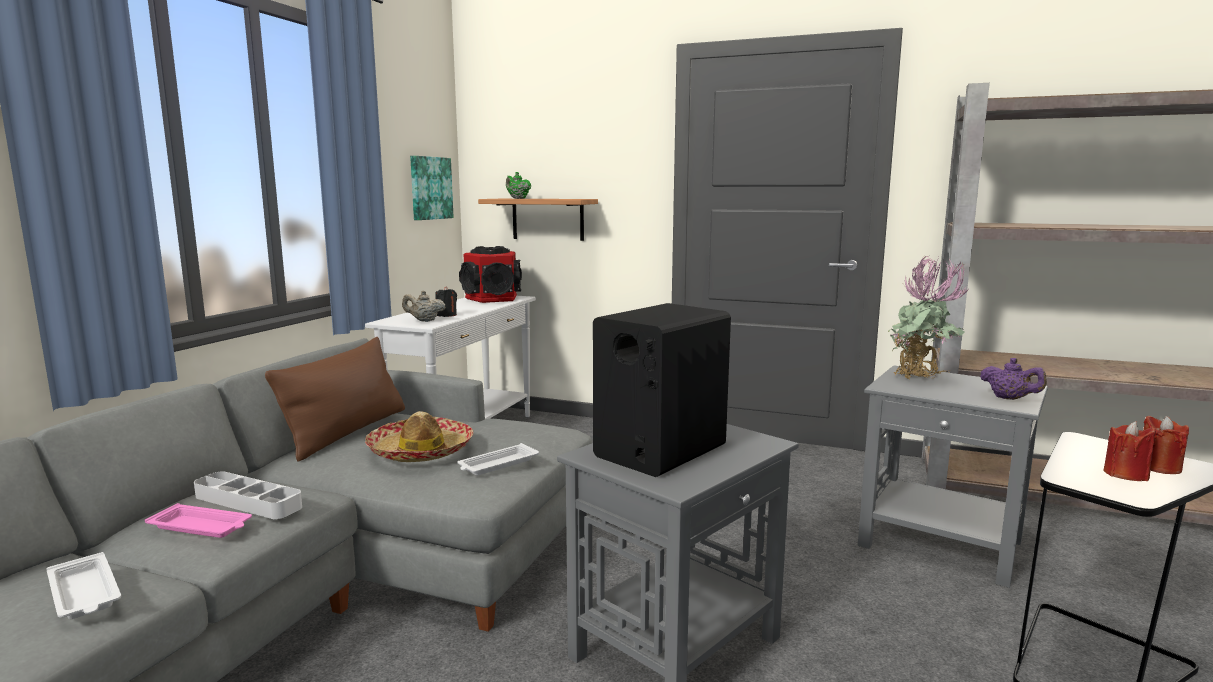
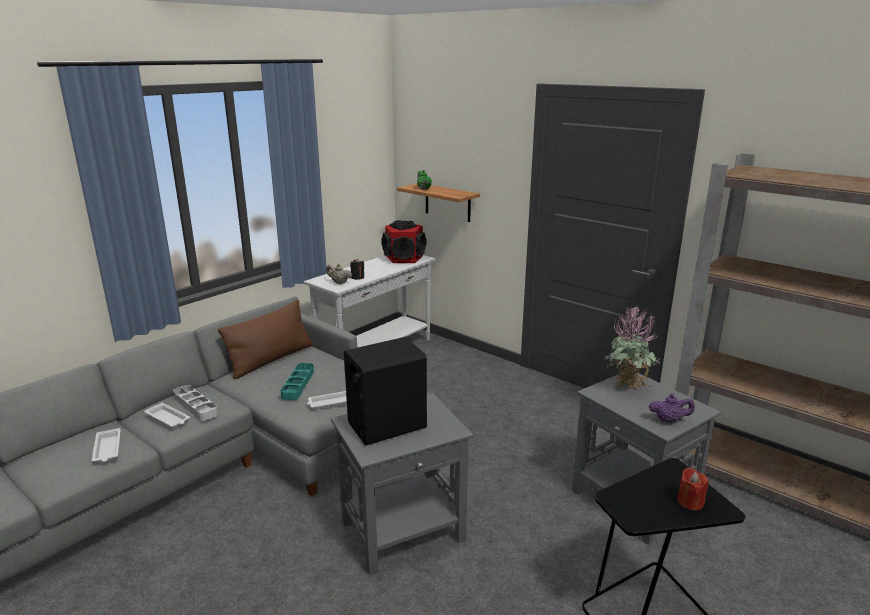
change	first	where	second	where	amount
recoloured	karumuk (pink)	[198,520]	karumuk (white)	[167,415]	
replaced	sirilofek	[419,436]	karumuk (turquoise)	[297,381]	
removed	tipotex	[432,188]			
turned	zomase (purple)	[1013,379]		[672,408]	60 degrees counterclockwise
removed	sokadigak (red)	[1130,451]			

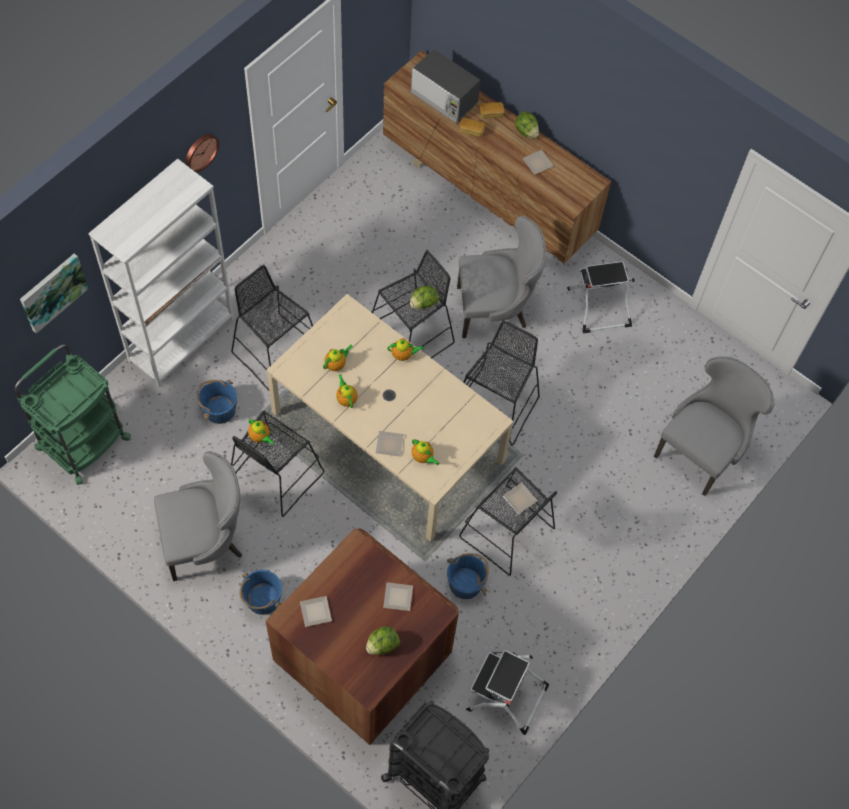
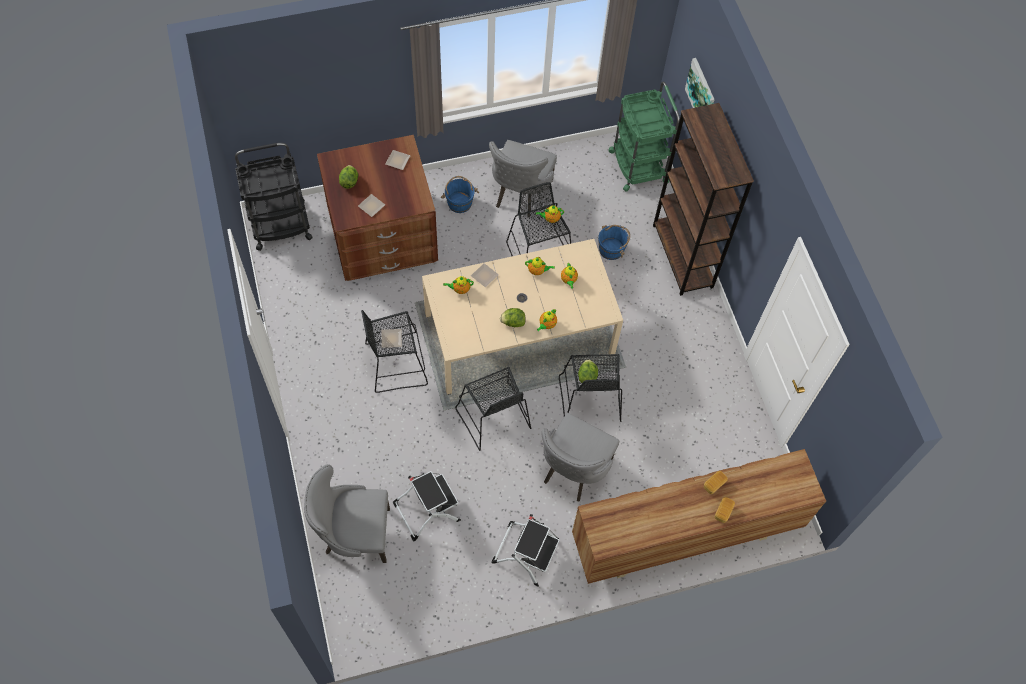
change	first	where	second	where	amount
recoloured	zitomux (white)	[161,273]	zitomux (brown)	[703,199]	
removed	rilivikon	[202,153]			
removed	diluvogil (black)	[272,328]			
removed	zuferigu	[445,86]			
removed	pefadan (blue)	[468,576]			
moved	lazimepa	[507,692]		[427,506]	
moved	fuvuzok	[527,124]		[513,317]	
removed	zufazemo	[538,162]			
turned	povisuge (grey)	[714,426]		[347,513]	105 degrees clockwise

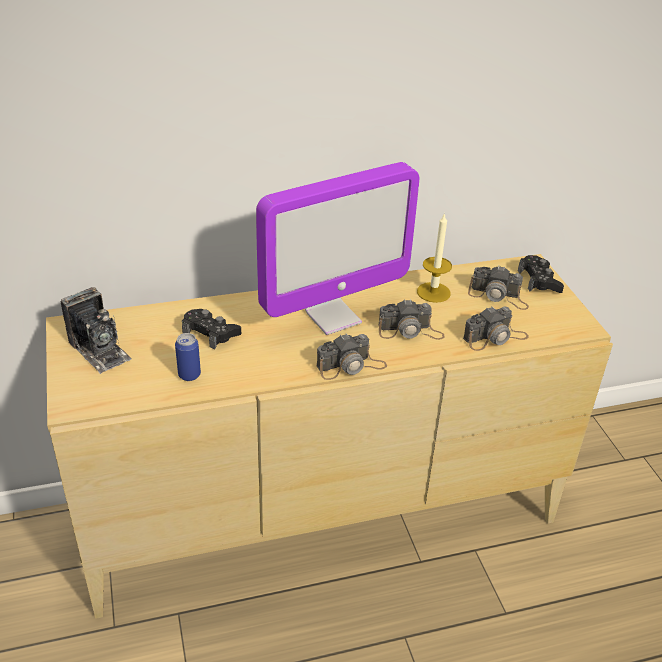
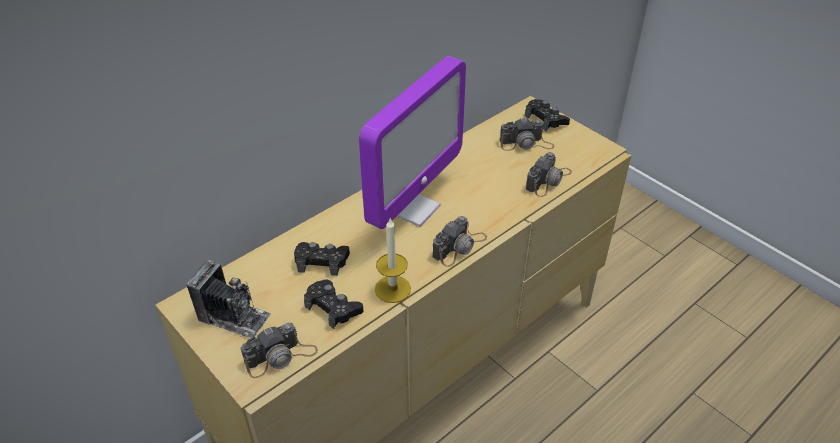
change	first	where	second	where	amount
replaced	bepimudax	[188,357]	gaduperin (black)	[333,304]	
moved	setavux	[411,319]		[279,350]	
moved	sokadigak	[434,258]		[393,260]	

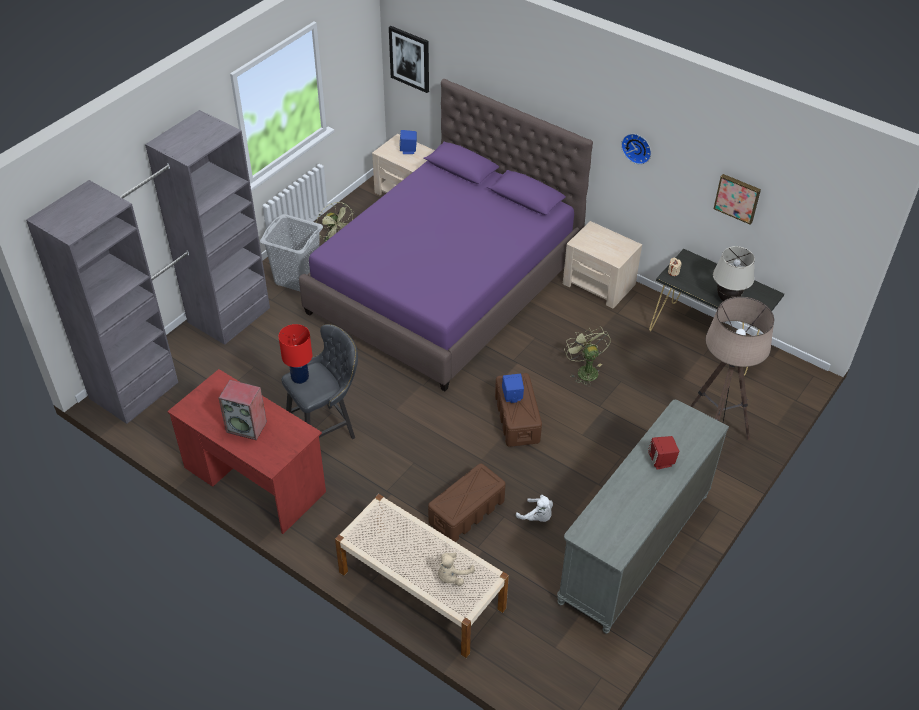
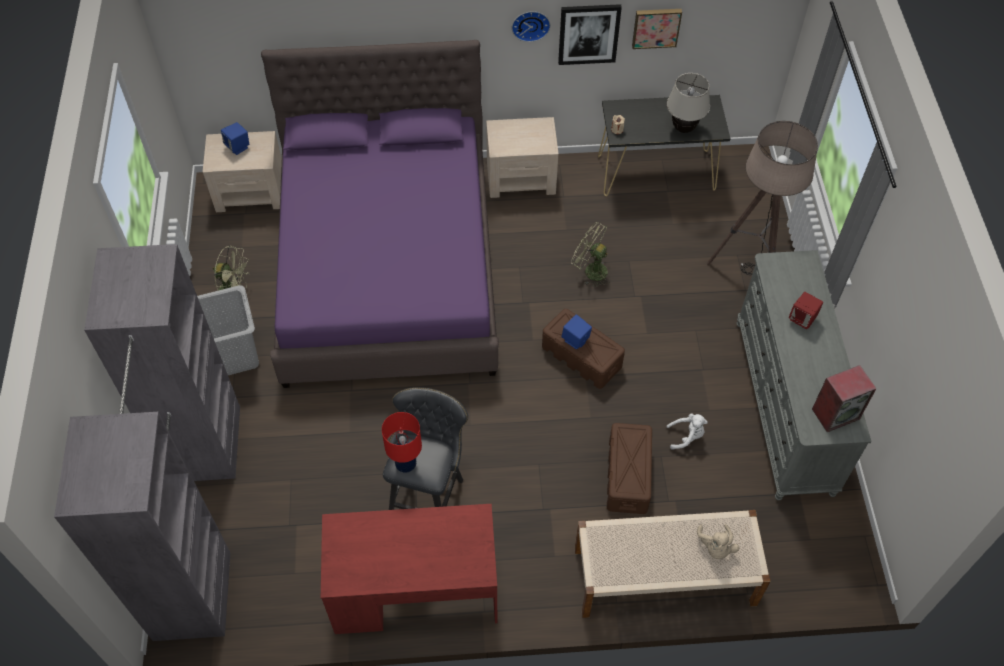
change	first	where	second	where	amount
moved	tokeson	[242,410]		[844,398]	
moved	tipotex	[409,59]		[590,34]	

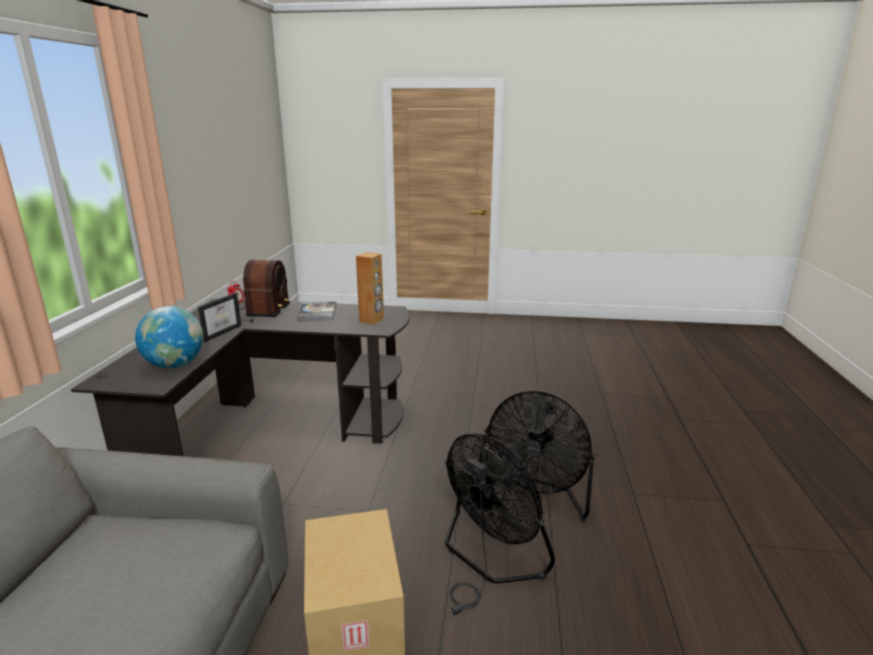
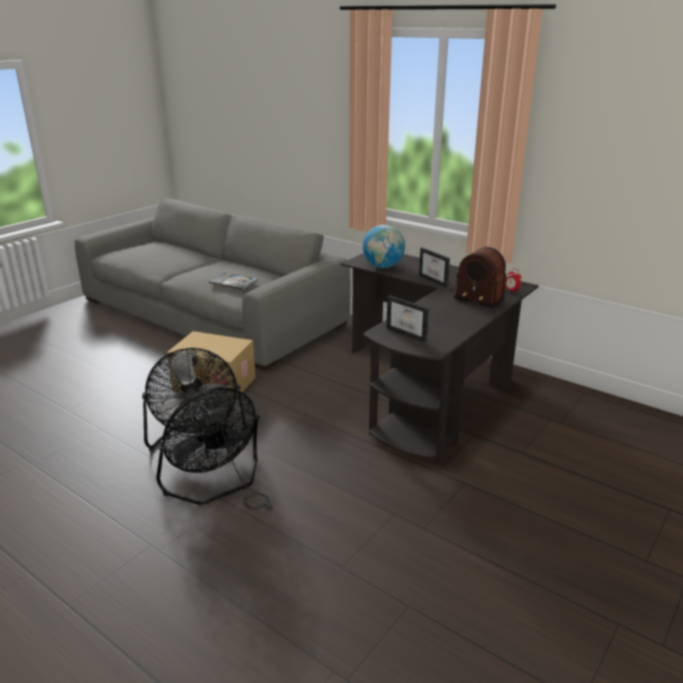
change	first	where	second	where	amount
moved	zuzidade	[316,311]		[233,281]	
replaced	tokeson (brown)	[370,288]	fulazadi	[407,318]	

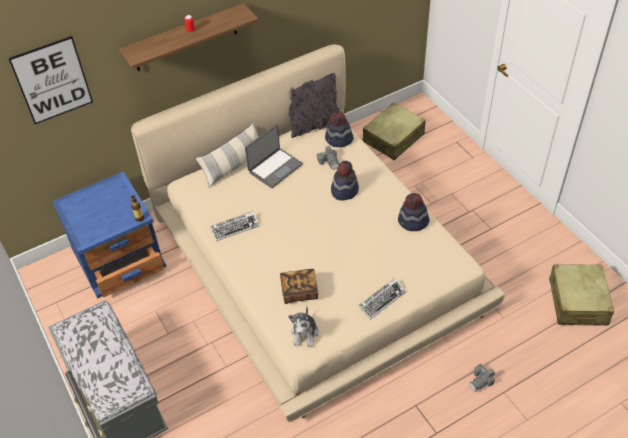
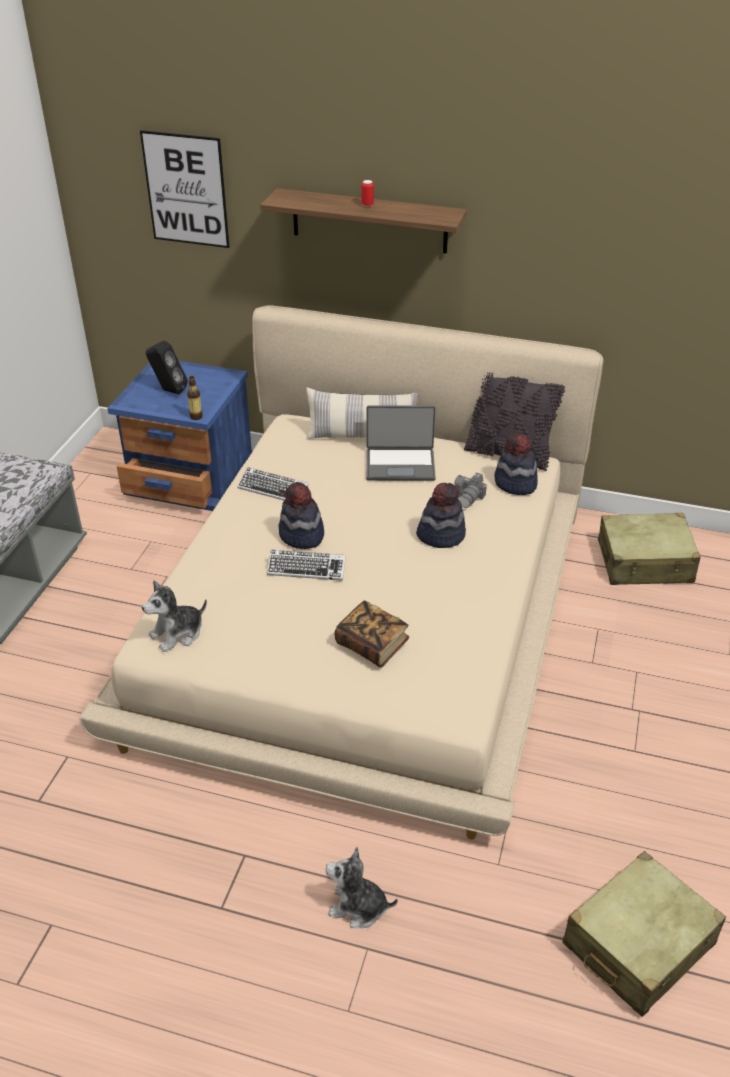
change	first	where	second	where	amount
moved	zuzidade	[299,286]		[371,633]	
moved	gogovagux	[382,299]		[306,565]	
moved	sirilofek	[414,212]		[301,515]	
replaced	setavux	[482,378]	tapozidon	[361,887]	
added			tokeson (black)	[167,367]	

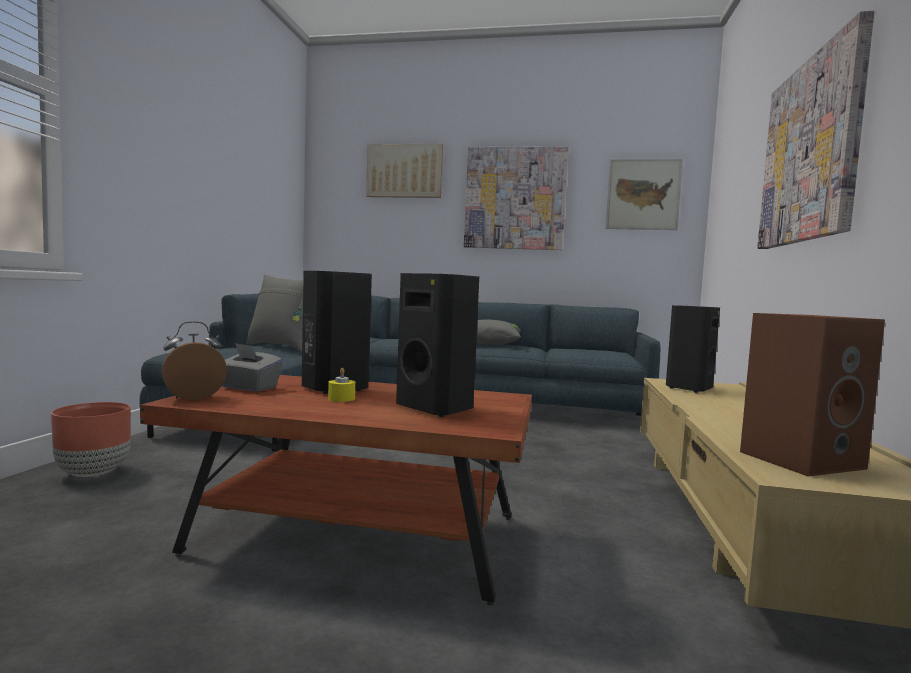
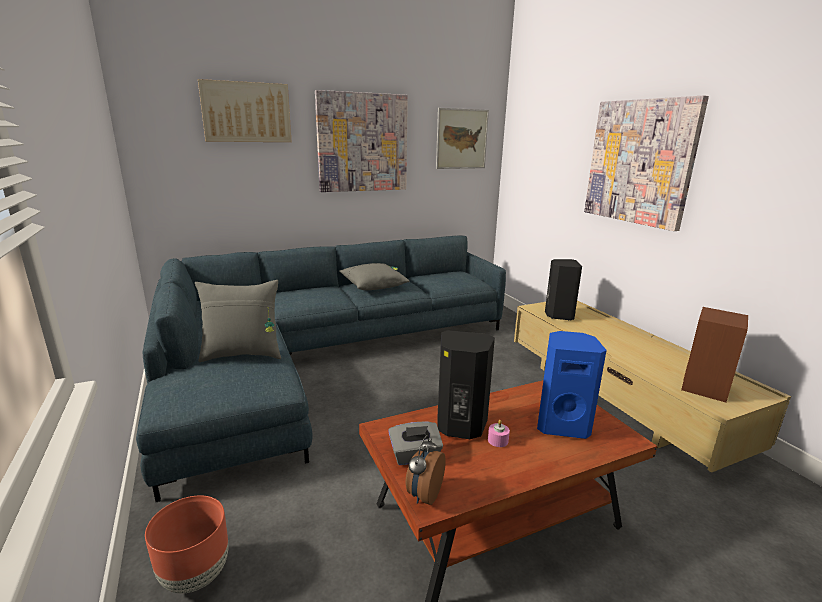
change	first	where	second	where	amount
recoloured	sokadigak (yellow)	[341,385]	sokadigak (pink)	[499,433]	
recoloured	tokeson (black)	[437,345]	tokeson (blue)	[572,385]	

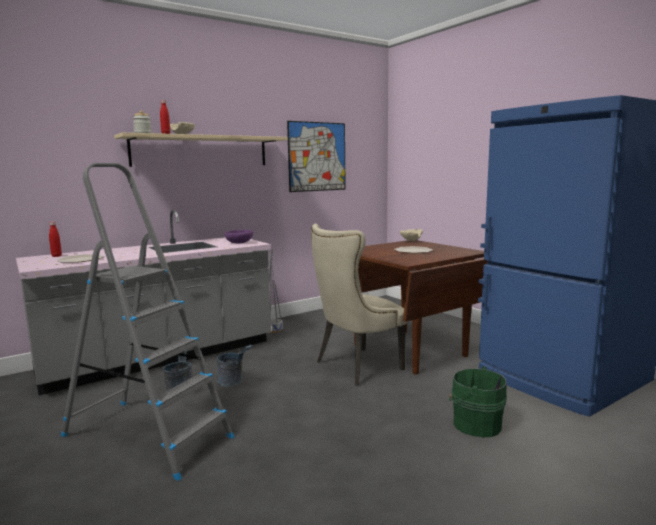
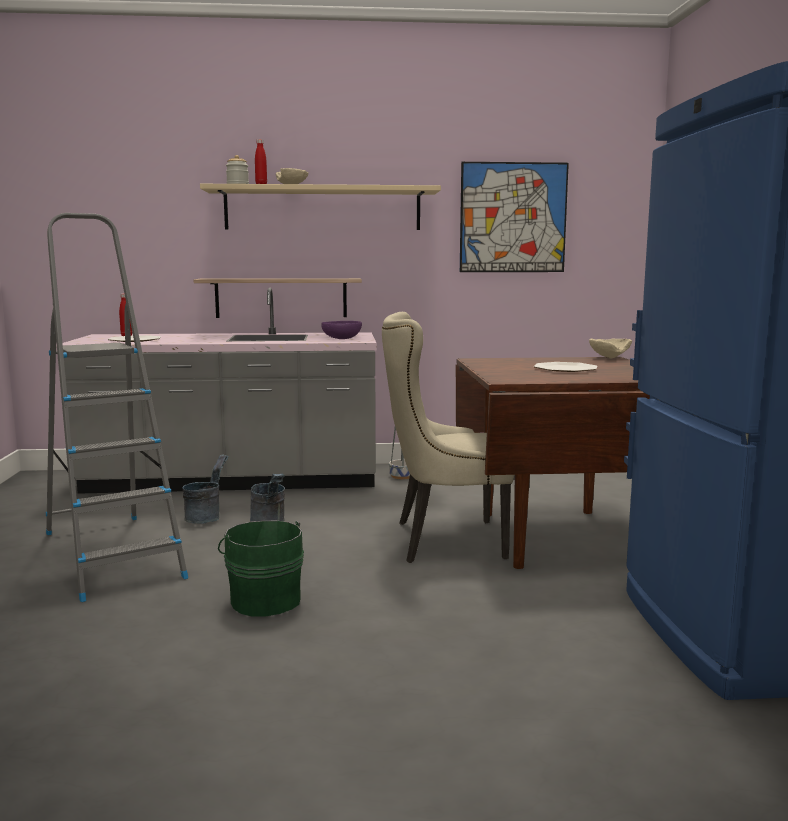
change	first	where	second	where	amount
moved	pefadan (green)	[478,401]		[261,569]	
added			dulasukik	[277,298]	

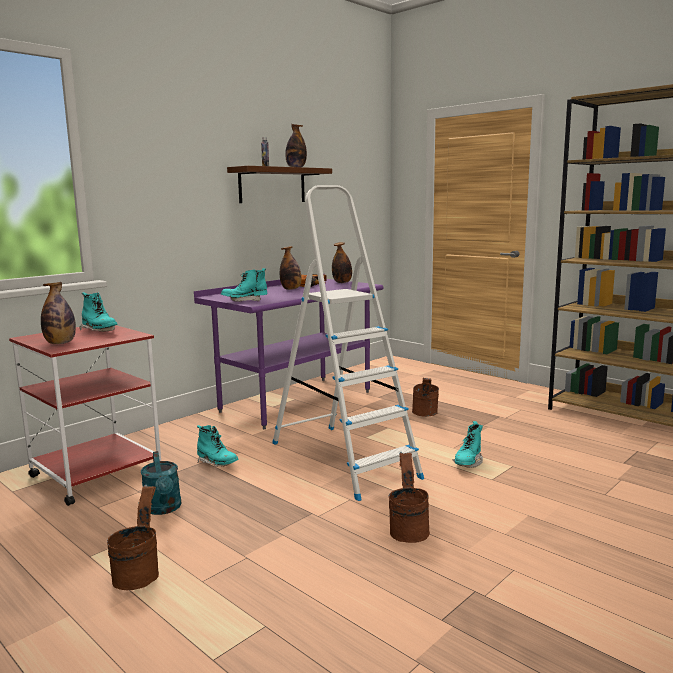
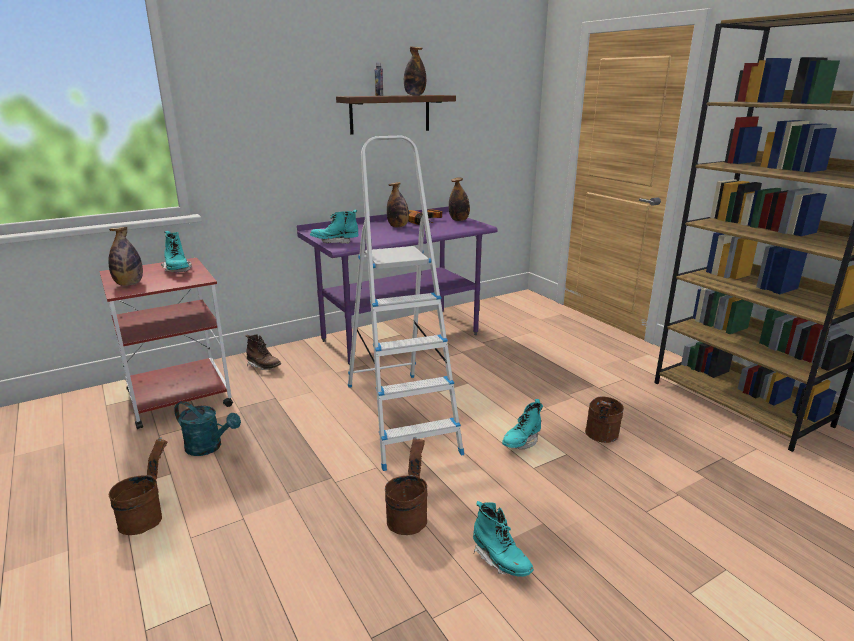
change	first	where	second	where	amount
turned	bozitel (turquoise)	[161,483]		[207,428]	60 degrees counterclockwise
moved	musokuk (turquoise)	[217,446]		[503,539]	
moved	pefadan (brown)	[425,397]		[604,419]	
added			musokuk (brown)	[263,352]	

